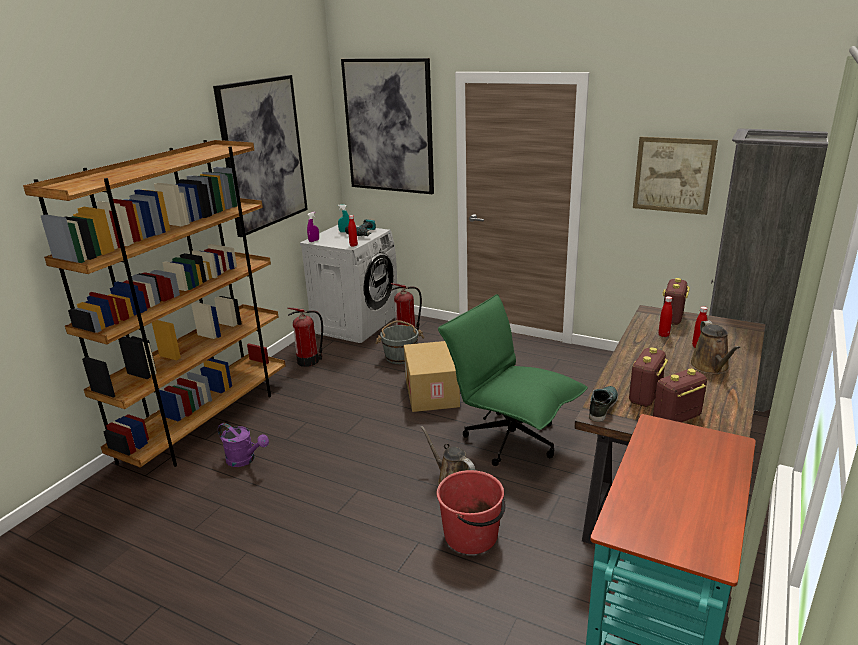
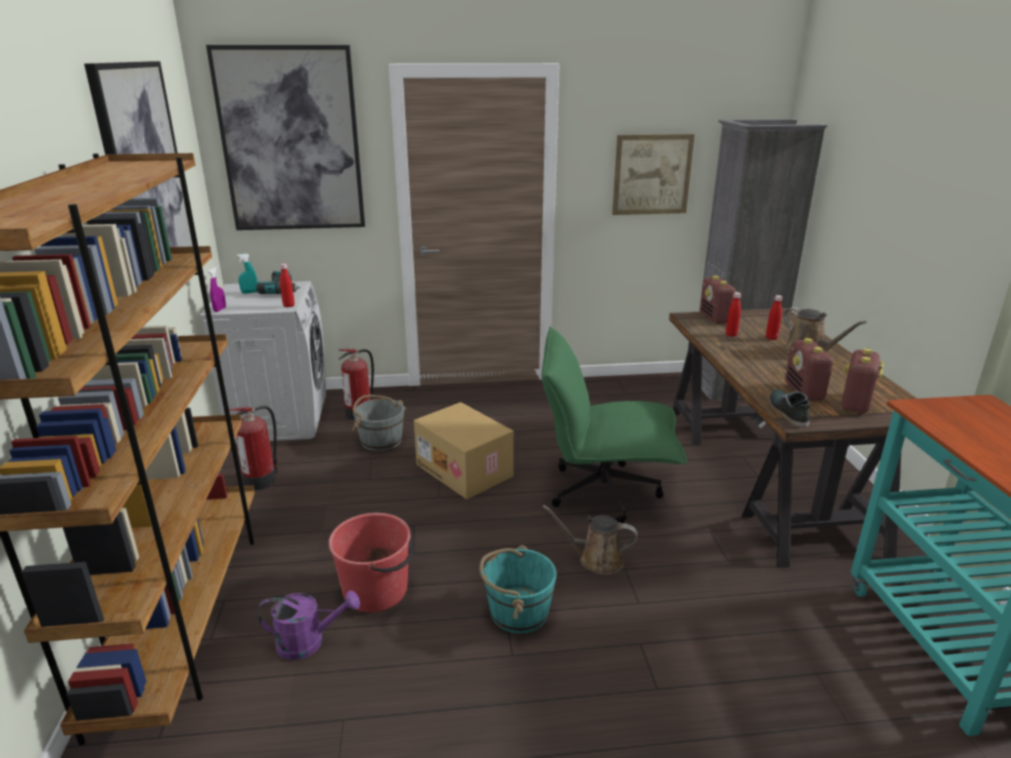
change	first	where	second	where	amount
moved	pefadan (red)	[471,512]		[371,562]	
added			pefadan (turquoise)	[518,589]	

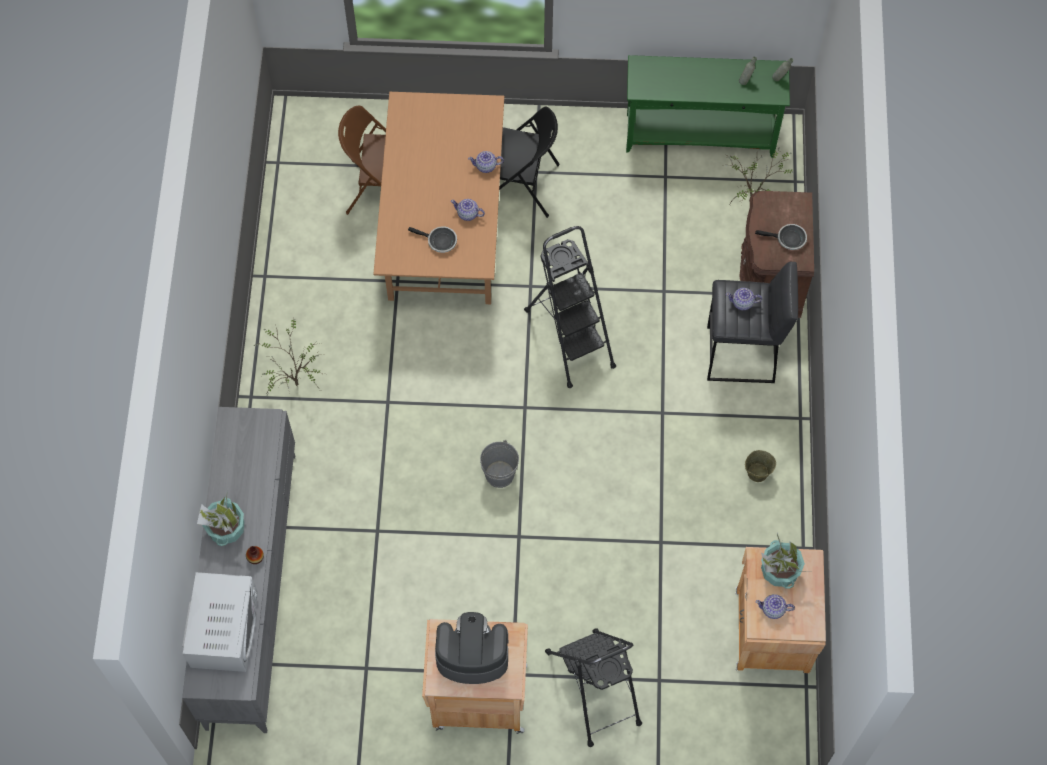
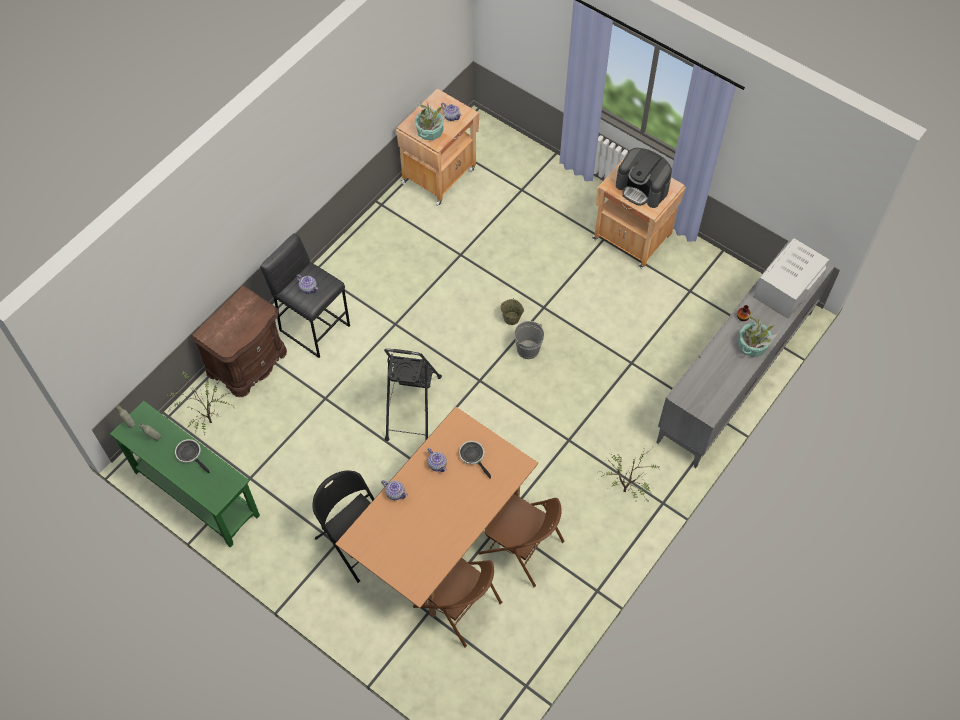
change	first	where	second	where	amount
removed	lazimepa	[593,687]			
moved	pefadan (beige)	[760,466]		[512,311]	
moved	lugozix	[781,237]		[192,456]	
added			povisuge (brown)	[521,540]	

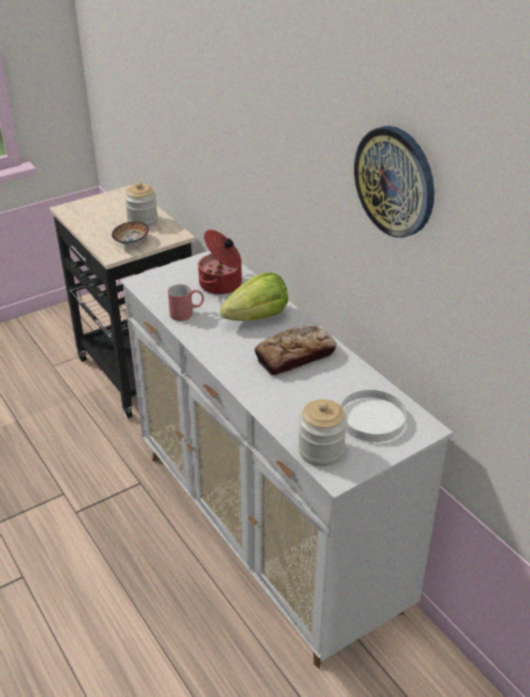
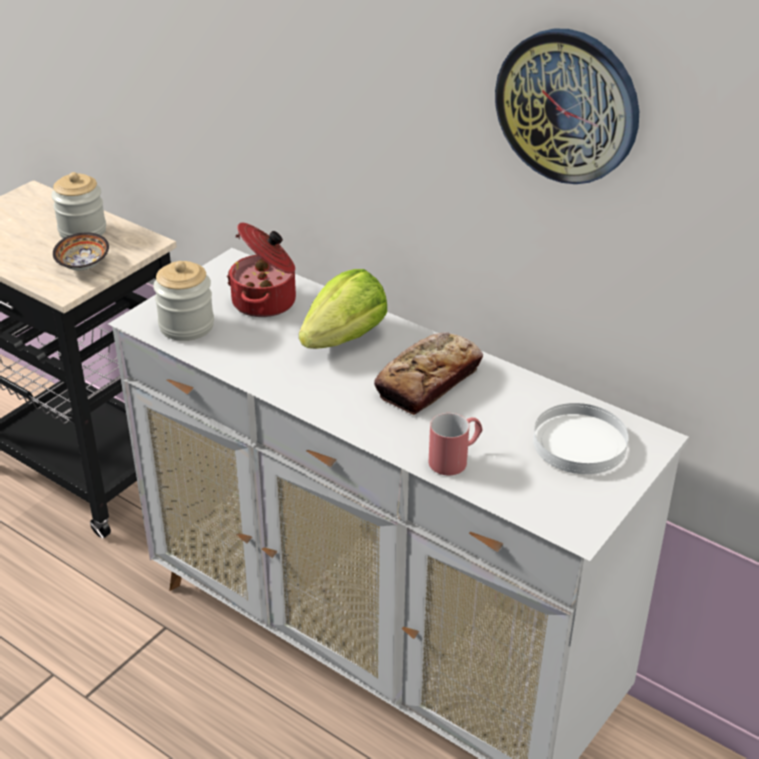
change	first	where	second	where	amount
moved	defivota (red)	[186,302]		[455,444]	
moved	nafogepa	[322,432]		[183,301]	

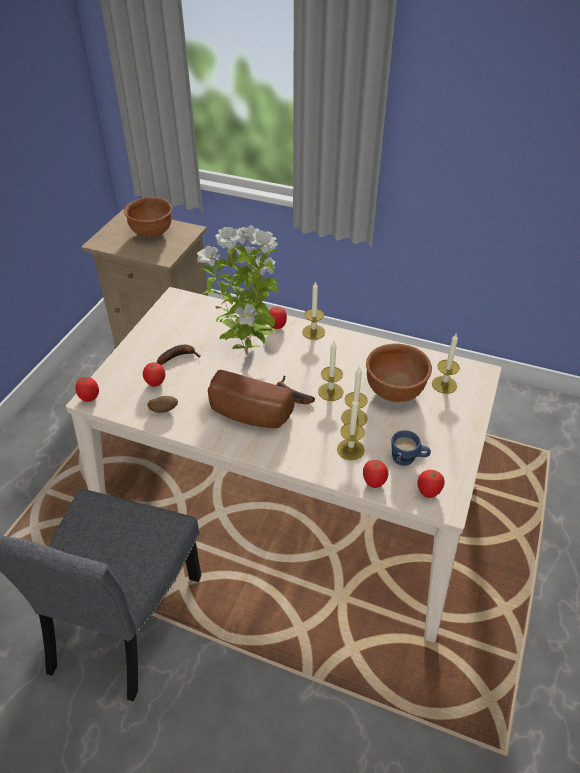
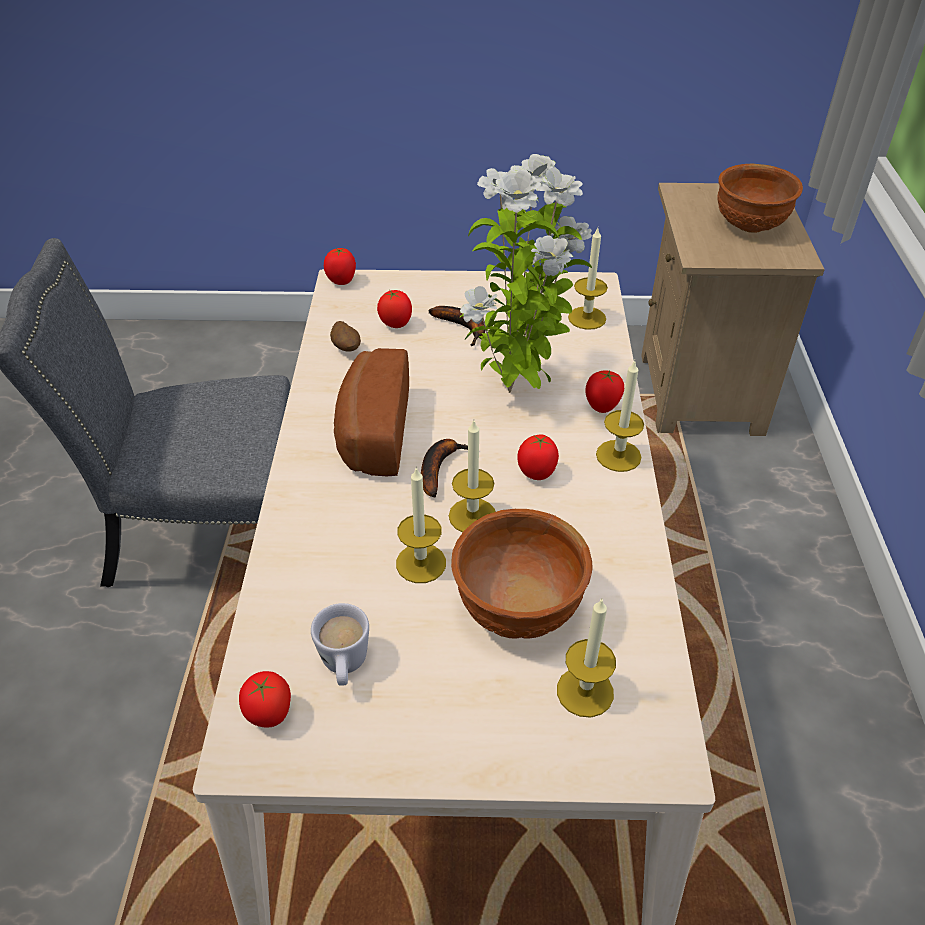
change	first	where	second	where	amount
moved	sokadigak	[351,429]		[588,279]	
moved	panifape	[375,474]		[538,457]	
recoloured	defivota (blue)	[411,448]	defivota (white)	[340,644]	

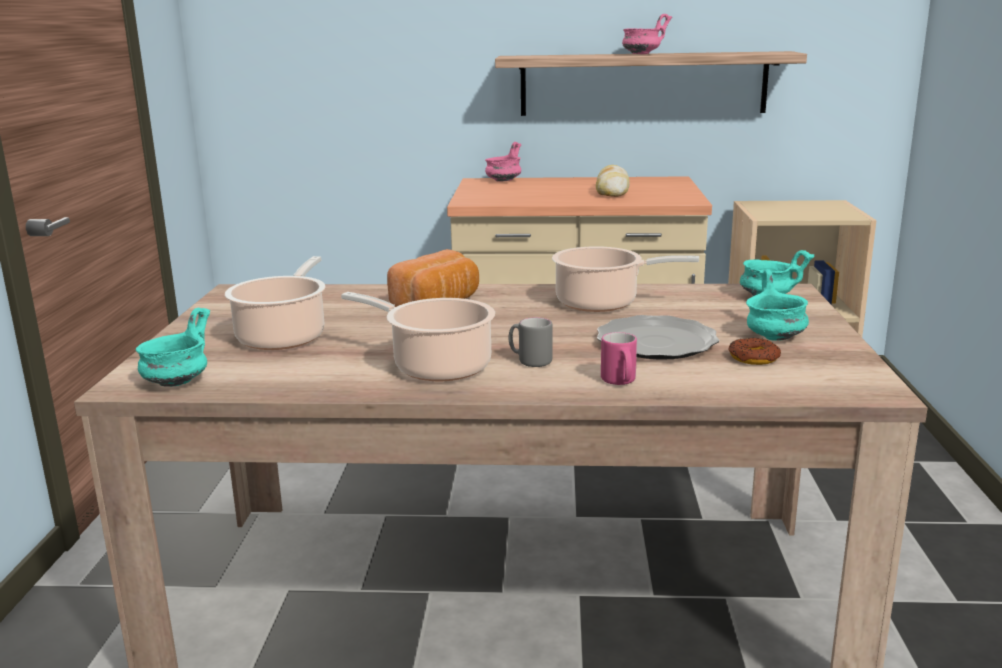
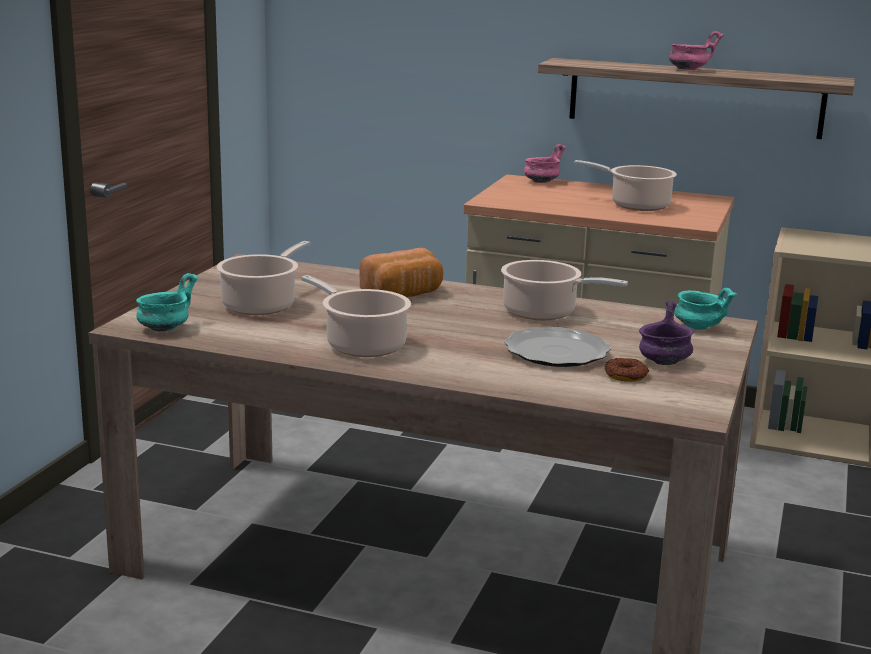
change	first	where	second	where	amount
removed	defivota (grey)	[530,342]			
replaced	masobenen	[613,181]	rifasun	[625,185]	
removed	defivota (pink)	[619,358]			
recoloured	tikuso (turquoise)	[777,305]	tikuso (purple)	[666,333]	

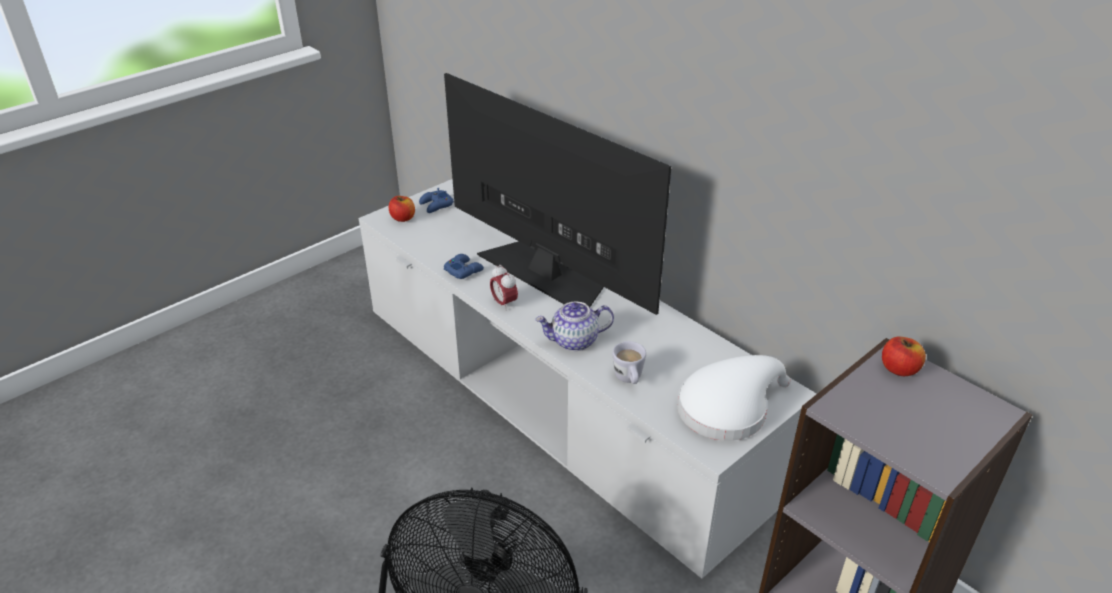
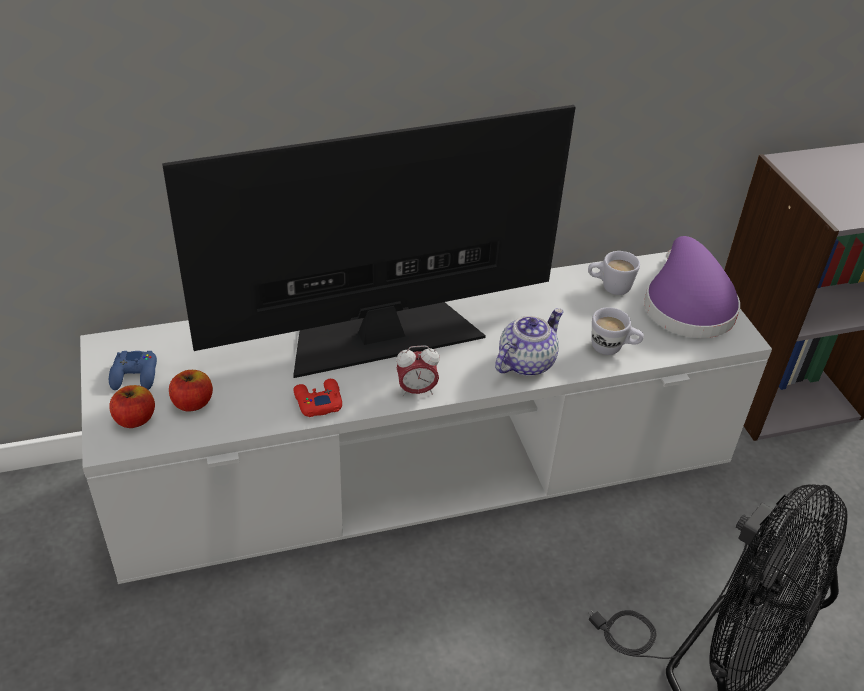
change	first	where	second	where	amount
recoloured	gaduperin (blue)	[464,266]	gaduperin (red)	[317,398]	
turned	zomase	[574,326]		[529,342]	150 degrees counterclockwise
recoloured	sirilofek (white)	[734,398]	sirilofek (purple)	[692,287]	
moved	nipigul	[904,356]		[191,391]	
added			defivota (white)	[614,273]	

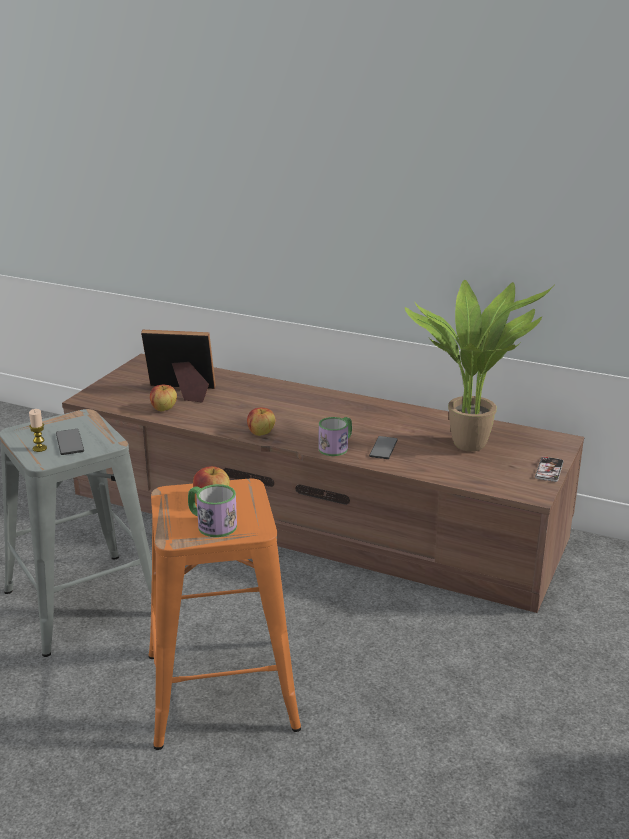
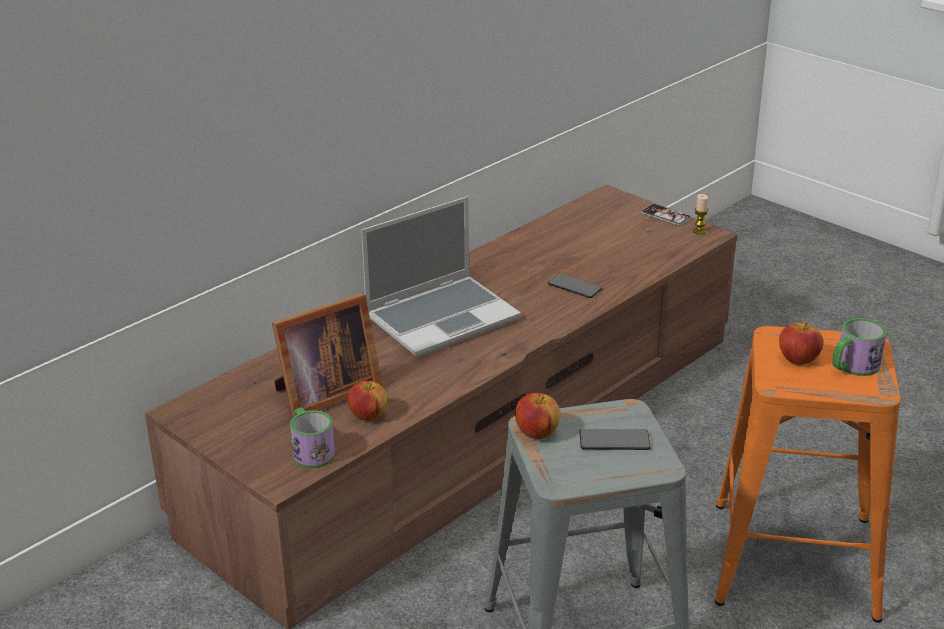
change	first	where	second	where	amount
moved	sokadigak	[38,430]		[700,214]	
turned	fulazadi	[178,366]		[327,355]	150 degrees counterclockwise
moved	nipigul	[261,422]		[537,416]	
moved	defivota	[335,436]		[312,437]	
removed	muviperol	[479,366]			
added			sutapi	[441,276]	

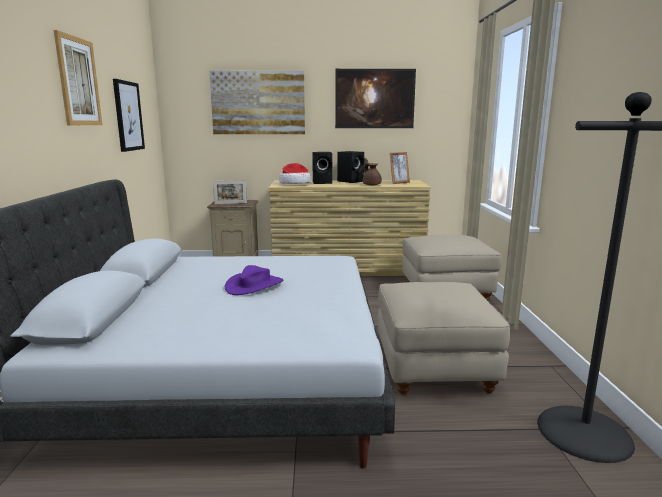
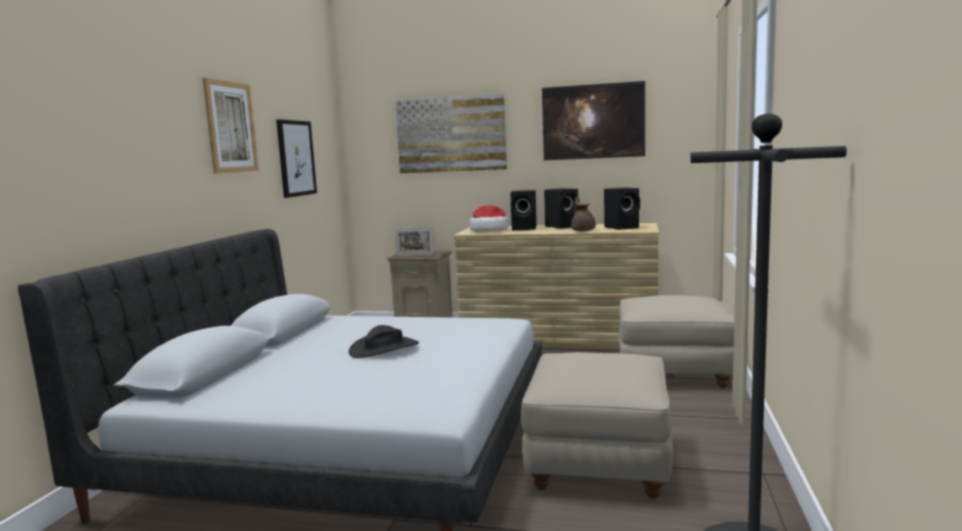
change	first	where	second	where	amount
recoloured	sirilofek (purple)	[254,280]	sirilofek (black)	[384,341]	
replaced	fulazadi	[400,168]	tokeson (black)	[622,208]	

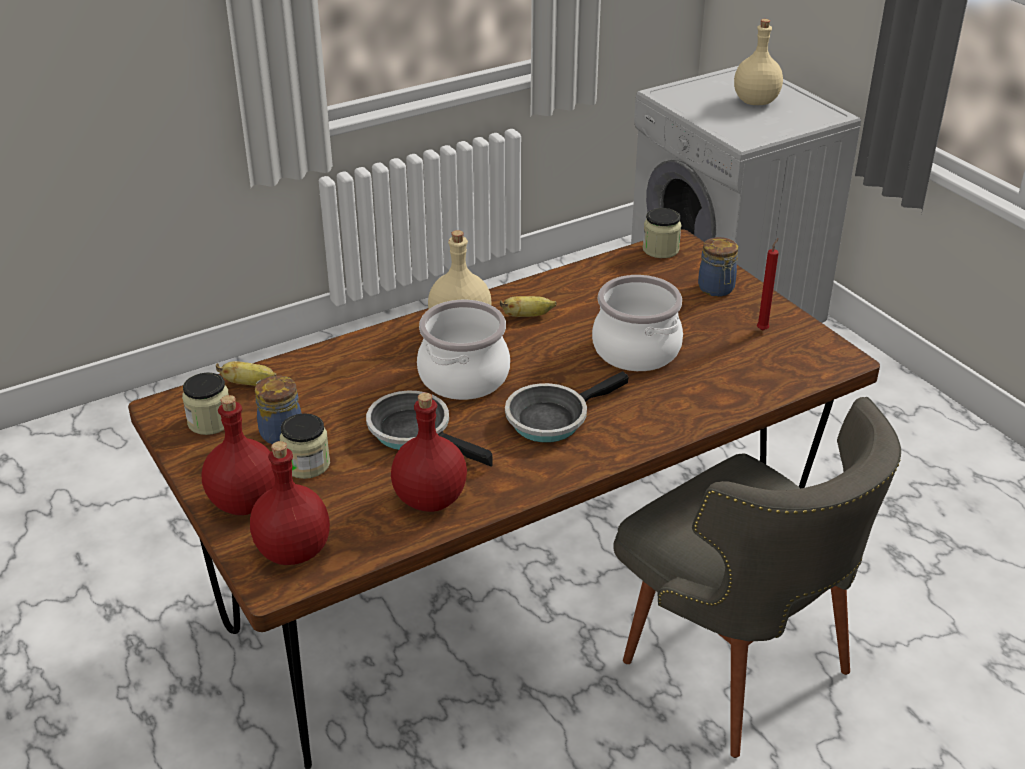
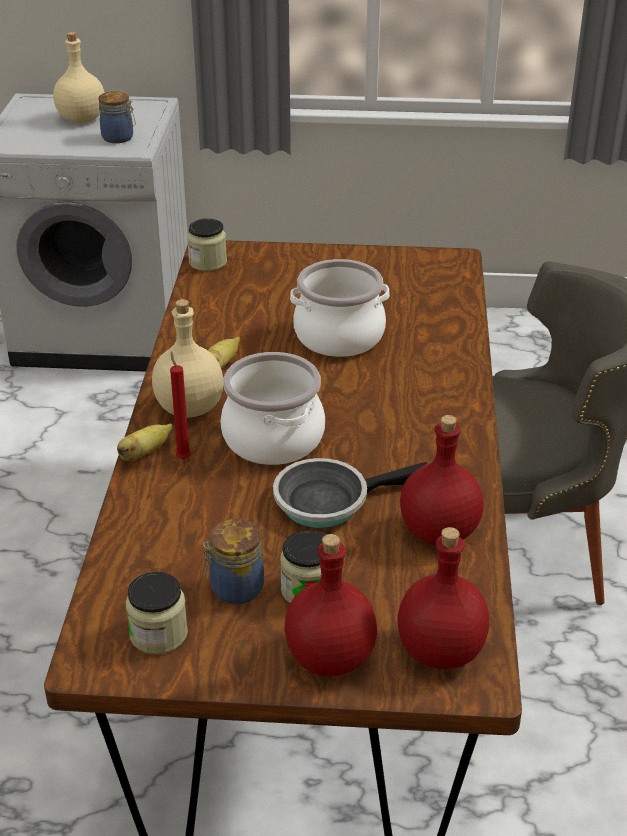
change	first	where	second	where	amount
moved	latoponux	[246,373]		[145,442]	
removed	lugozix	[567,406]			
moved	nafogepa	[718,267]		[117,117]	
moved	sokadigak (red)	[768,284]		[180,405]	

